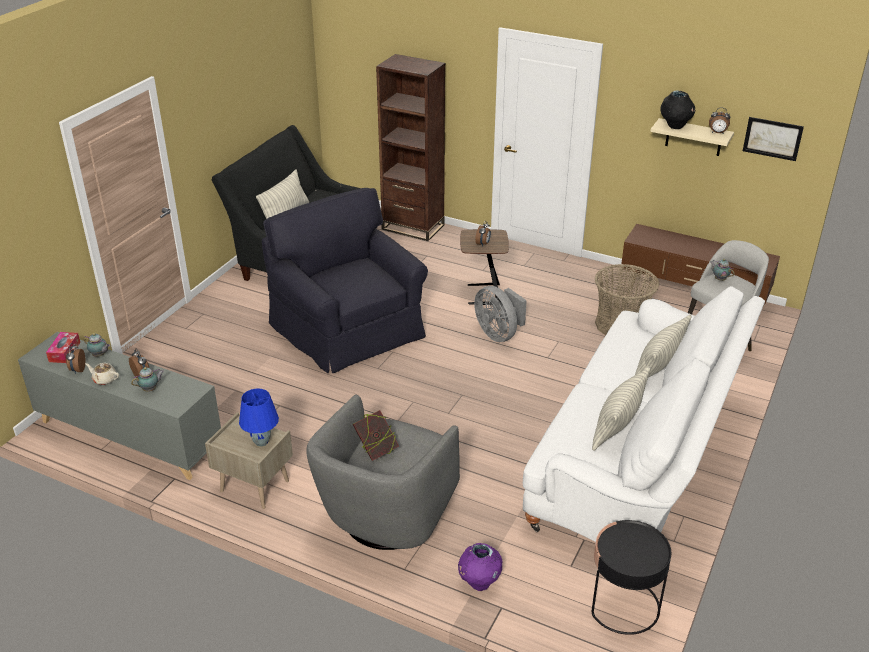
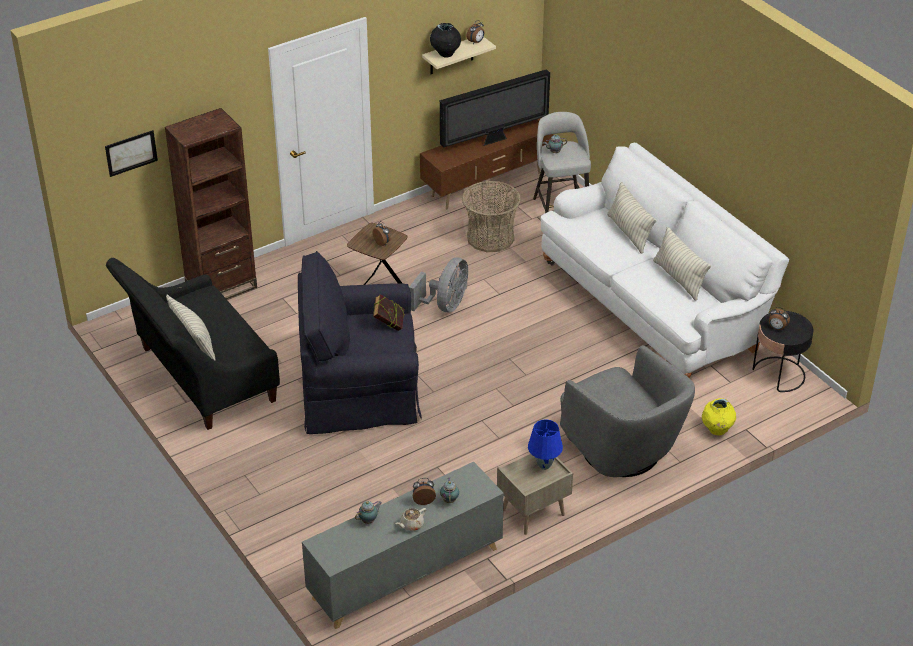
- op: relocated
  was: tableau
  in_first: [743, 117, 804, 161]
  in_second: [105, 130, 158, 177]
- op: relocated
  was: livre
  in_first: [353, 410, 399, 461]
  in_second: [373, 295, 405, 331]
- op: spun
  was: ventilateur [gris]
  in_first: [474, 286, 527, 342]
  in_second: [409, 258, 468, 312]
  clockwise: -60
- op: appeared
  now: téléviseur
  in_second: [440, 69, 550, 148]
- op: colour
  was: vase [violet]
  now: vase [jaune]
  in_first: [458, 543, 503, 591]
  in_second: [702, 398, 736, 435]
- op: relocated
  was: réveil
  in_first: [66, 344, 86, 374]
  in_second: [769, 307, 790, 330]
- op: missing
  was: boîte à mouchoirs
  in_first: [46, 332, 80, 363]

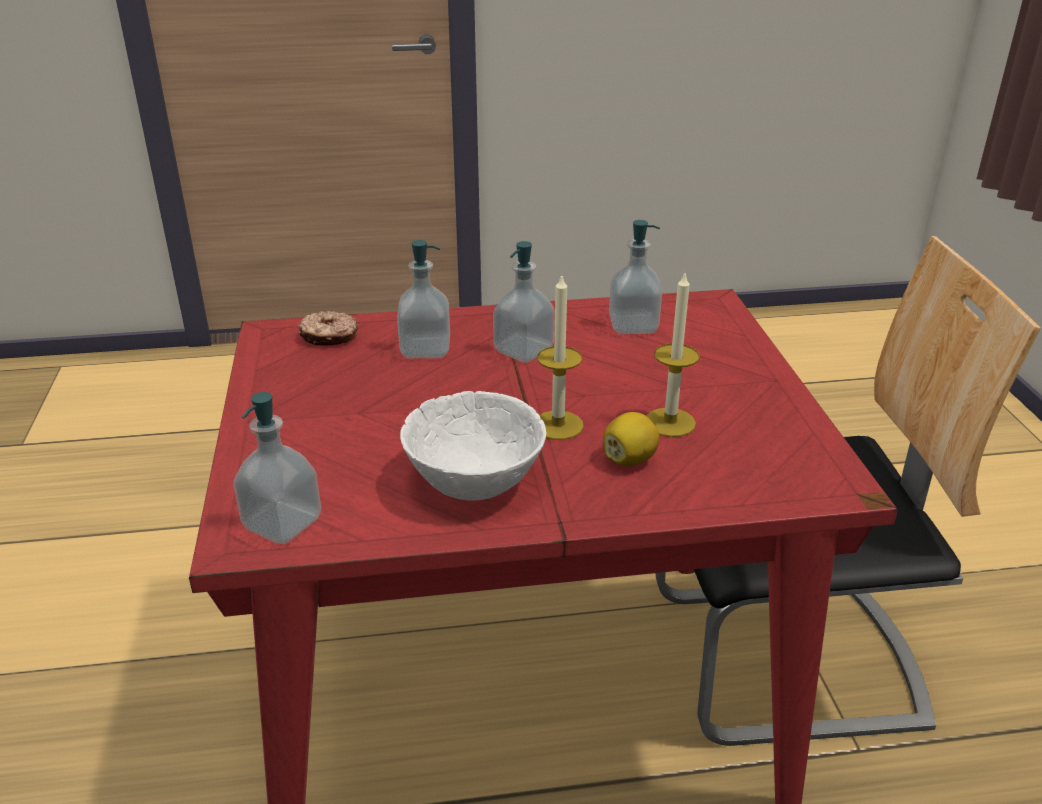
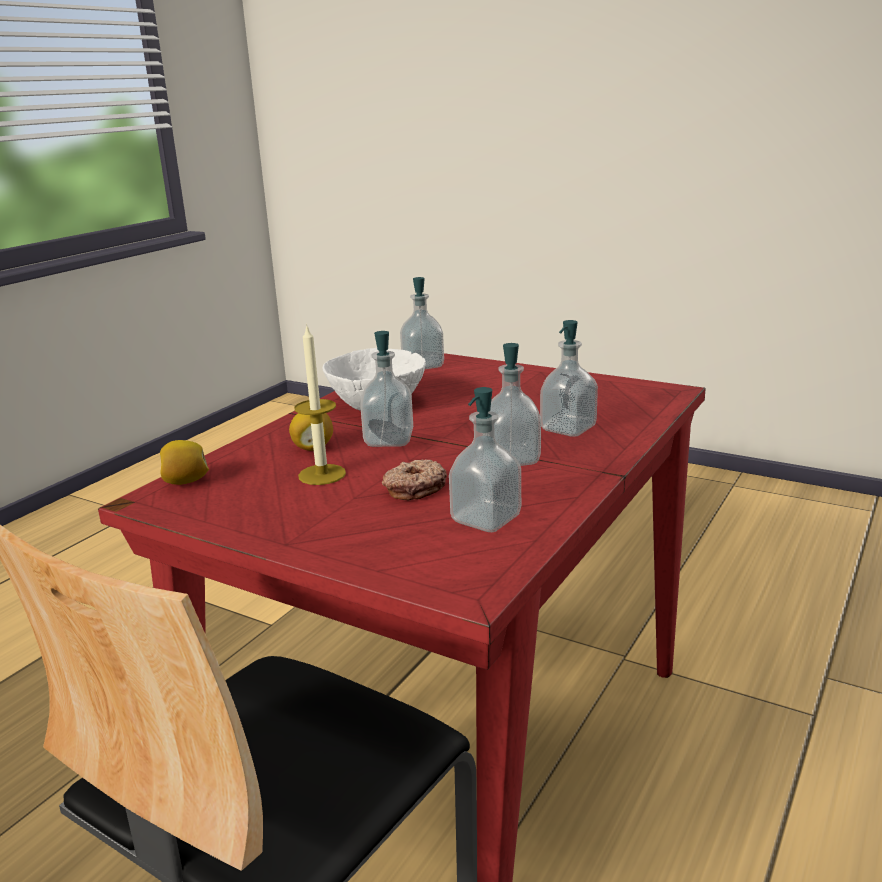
- op: appeared
  now: citron
  in_second: [160, 440, 209, 485]
- op: exchanged
  was: bougie
  now: distributeur de savon
  in_first: [537, 274, 584, 440]
  in_second: [360, 331, 413, 447]
- op: relocated
  was: beignet
  in_first: [297, 311, 358, 346]
  in_second: [382, 459, 447, 501]

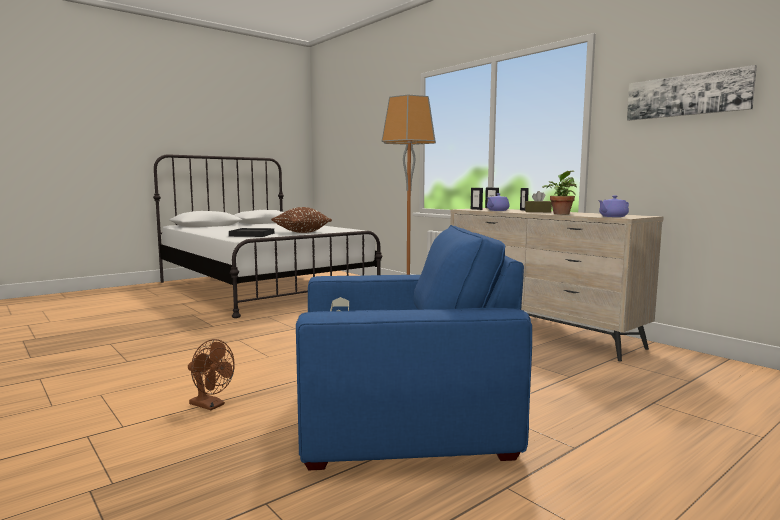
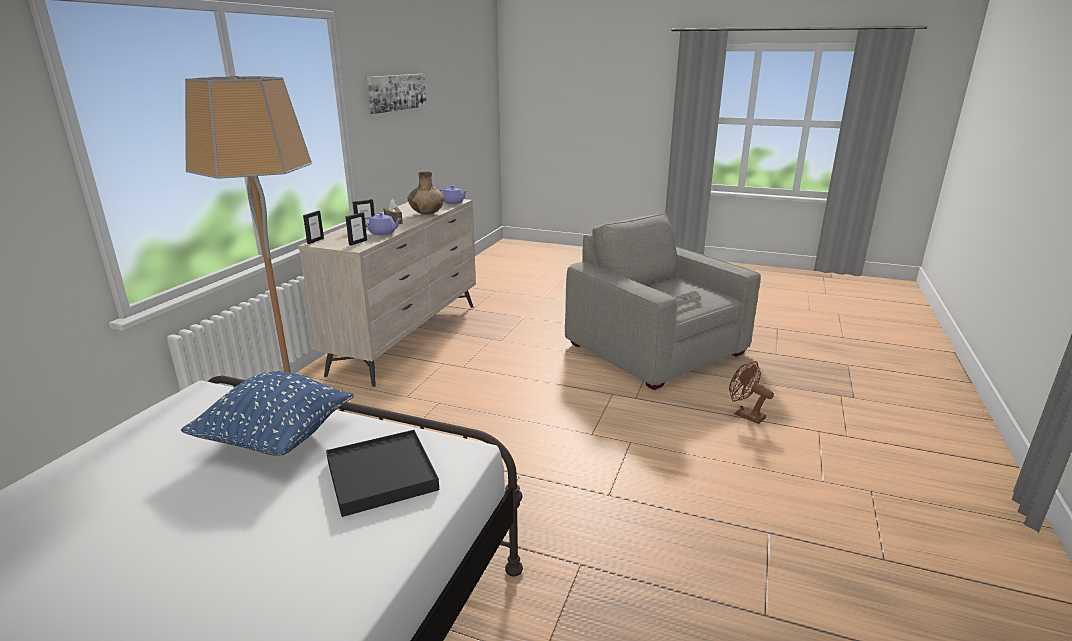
- op: colour
  was: coussin [marron]
  now: coussin [bleu]
  in_first: [271, 207, 332, 233]
  in_second: [181, 372, 354, 456]
- op: exchanged
  was: plante en pot
  now: vase [marron]
  in_first: [542, 171, 577, 215]
  in_second: [408, 172, 444, 215]
- op: colour
  was: fauteuil [bleu]
  now: fauteuil [gris]
  in_first: [296, 225, 532, 470]
  in_second: [565, 213, 761, 390]
- op: spun
  was: ventilateur [marron]
  in_first: [188, 339, 235, 410]
  in_second: [729, 361, 774, 424]
  clockwise: -45

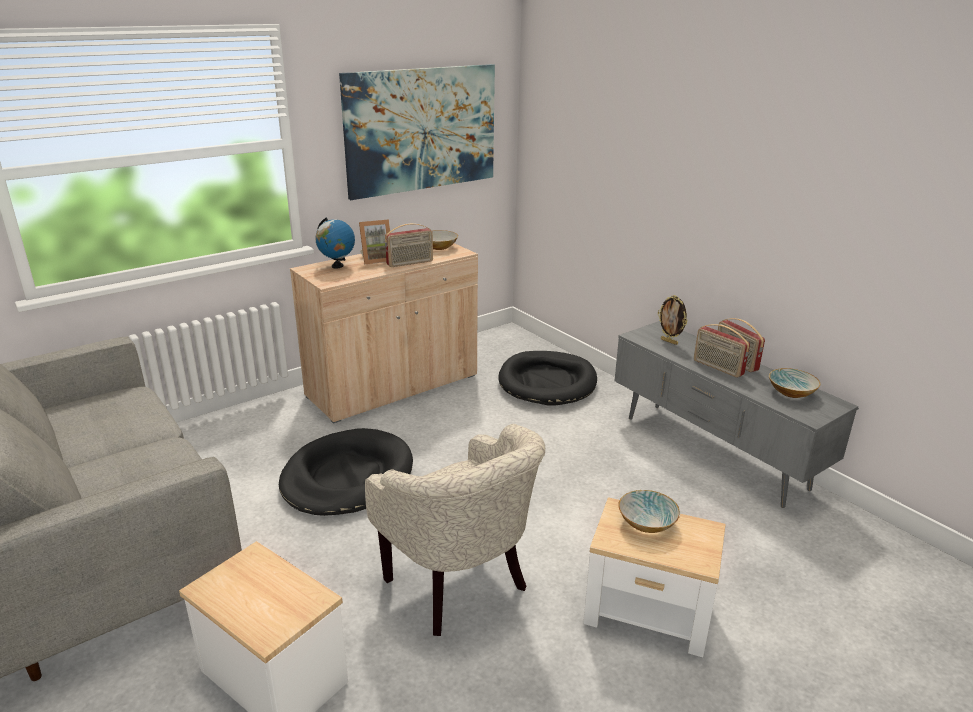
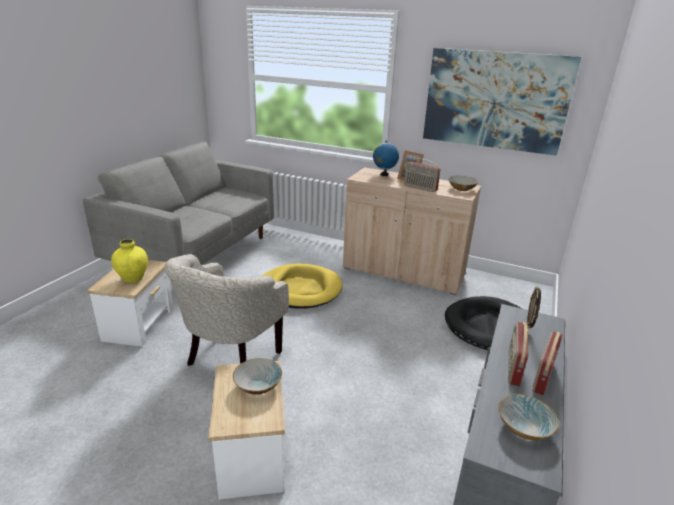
- op: appeared
  now: vase [jaune]
  in_second: [111, 239, 148, 283]
- op: colour
  was: panier pour chien [noir]
  now: panier pour chien [jaune]
  in_first: [279, 428, 413, 516]
  in_second: [261, 263, 342, 309]

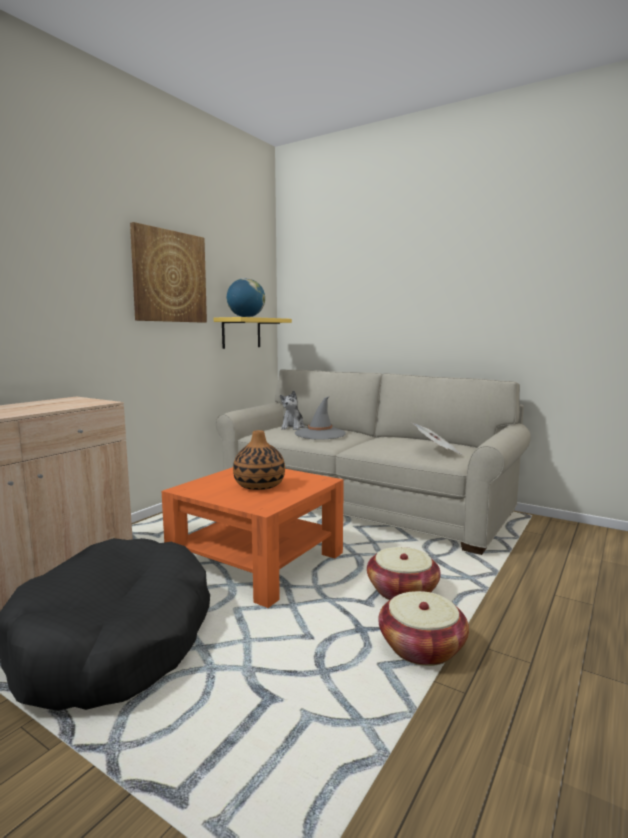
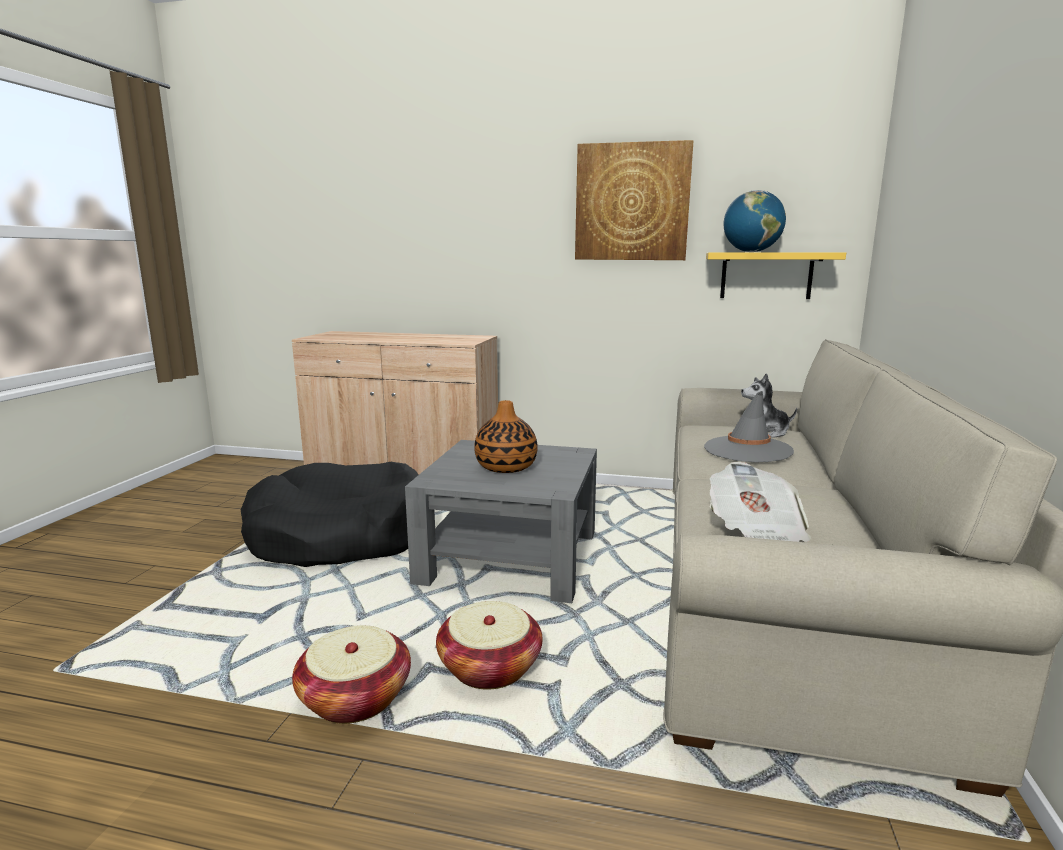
- op: colour
  was: table basse [orange]
  now: table basse [gris]
  in_first: [162, 467, 344, 608]
  in_second: [405, 440, 597, 603]

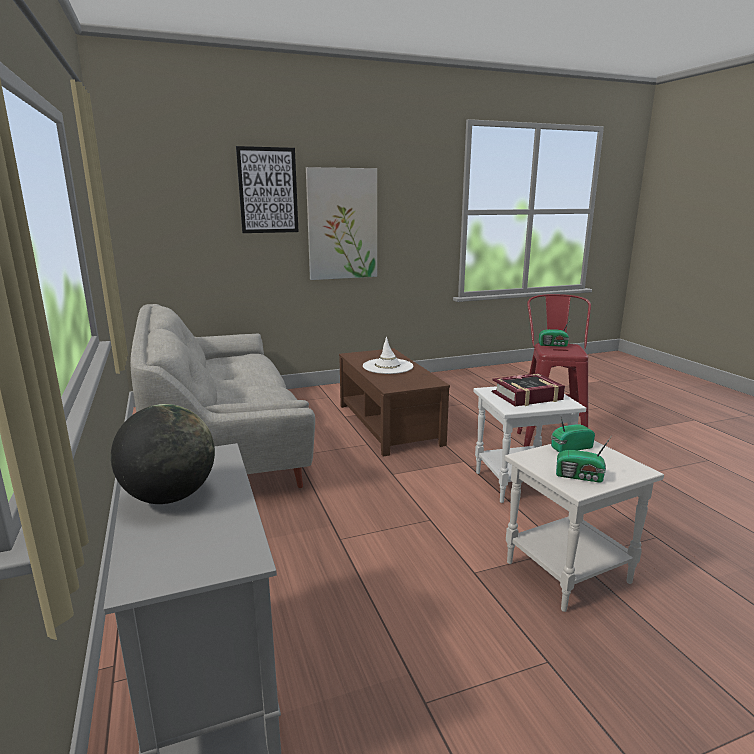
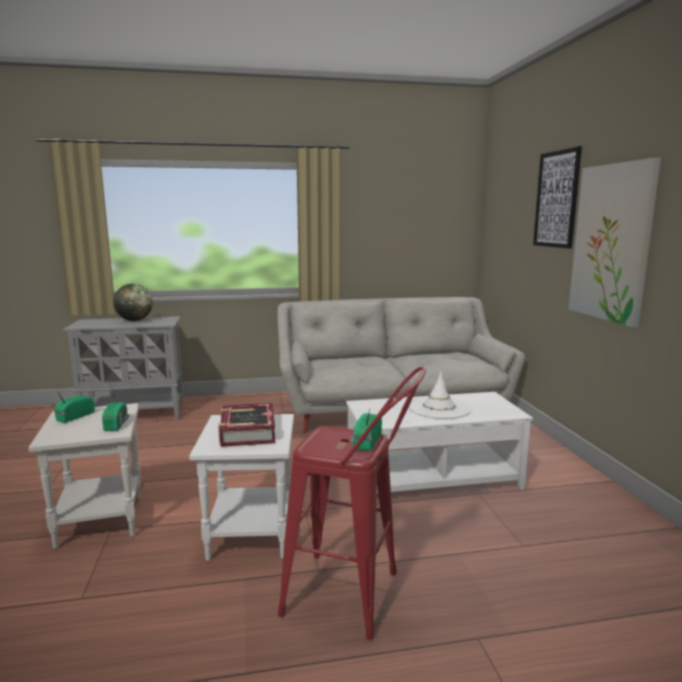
- op: colour
  was: table basse [marron]
  now: table basse [blanc]
  in_first: [339, 348, 450, 456]
  in_second: [346, 392, 533, 493]

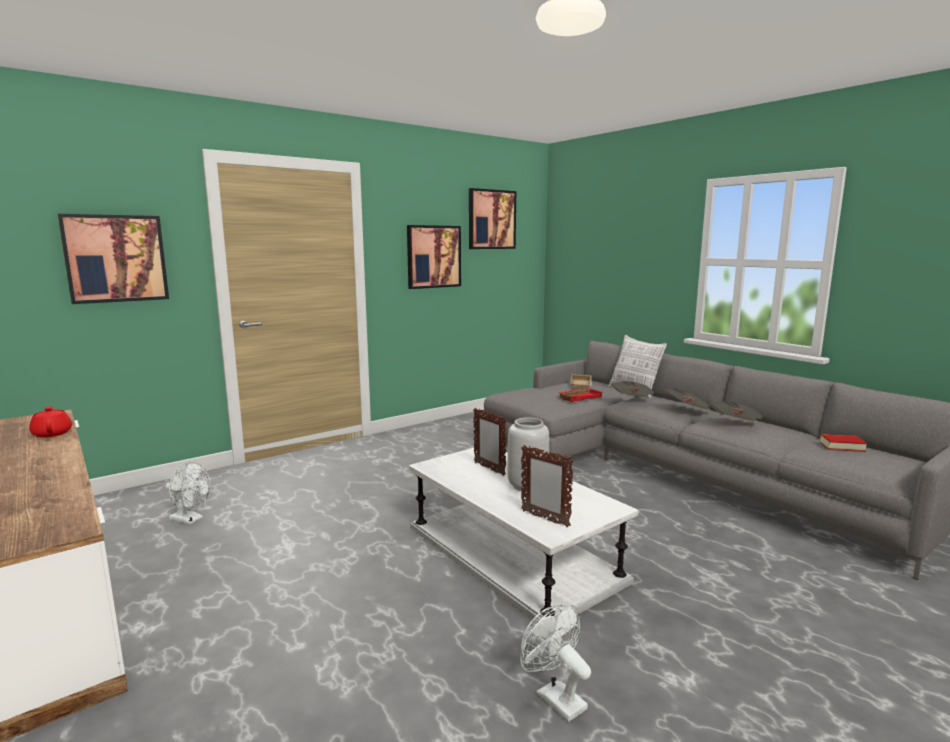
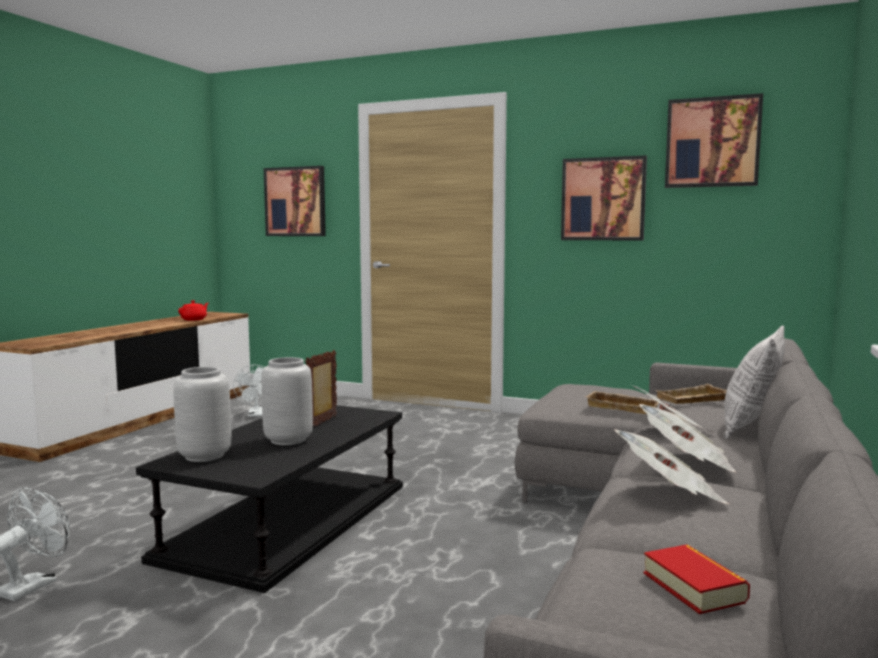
- op: colour
  was: table basse [blanc]
  now: table basse [noir]
  in_first: [409, 448, 639, 622]
  in_second: [136, 405, 403, 593]
- op: exchanged
  was: cadre photo
  now: vase [gris]
  in_first: [521, 445, 574, 527]
  in_second: [173, 367, 231, 462]
- op: colour
  was: plateau [rouge]
  now: plateau [beige]
  in_first: [558, 388, 603, 402]
  in_second: [585, 391, 659, 414]

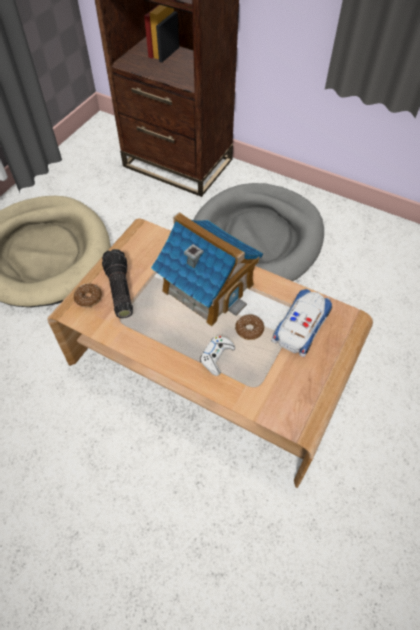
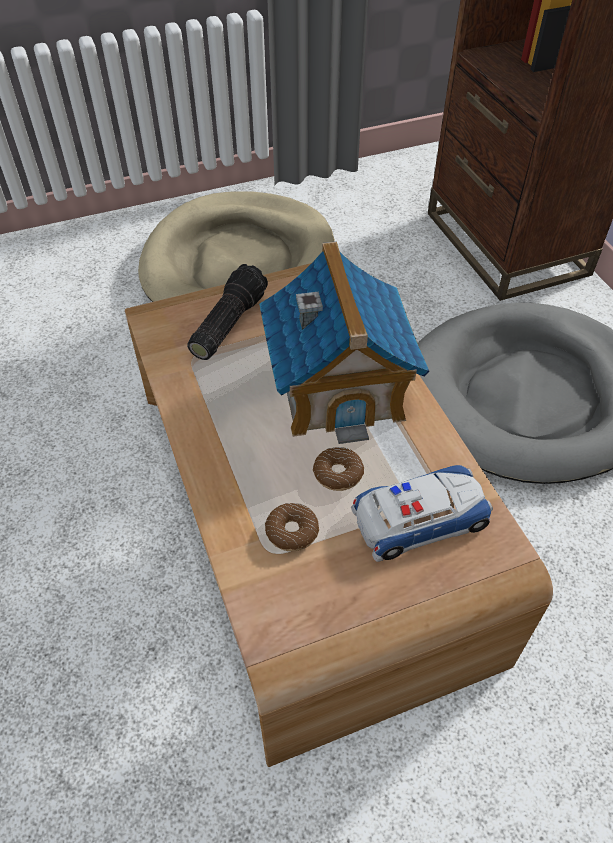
- op: relocated
  was: beignet
  in_first: [74, 284, 102, 307]
  in_second: [265, 503, 319, 551]
- op: missing
  was: manette [blanc]
  in_first: [200, 336, 235, 376]

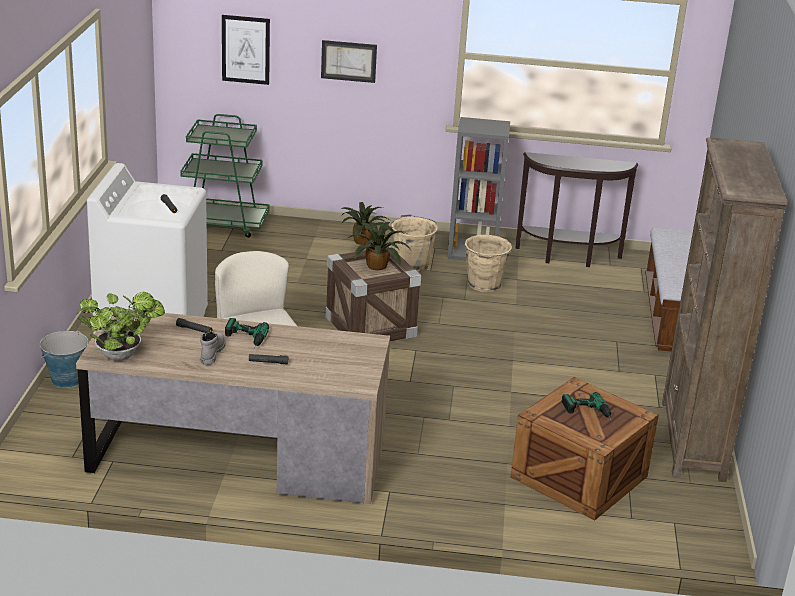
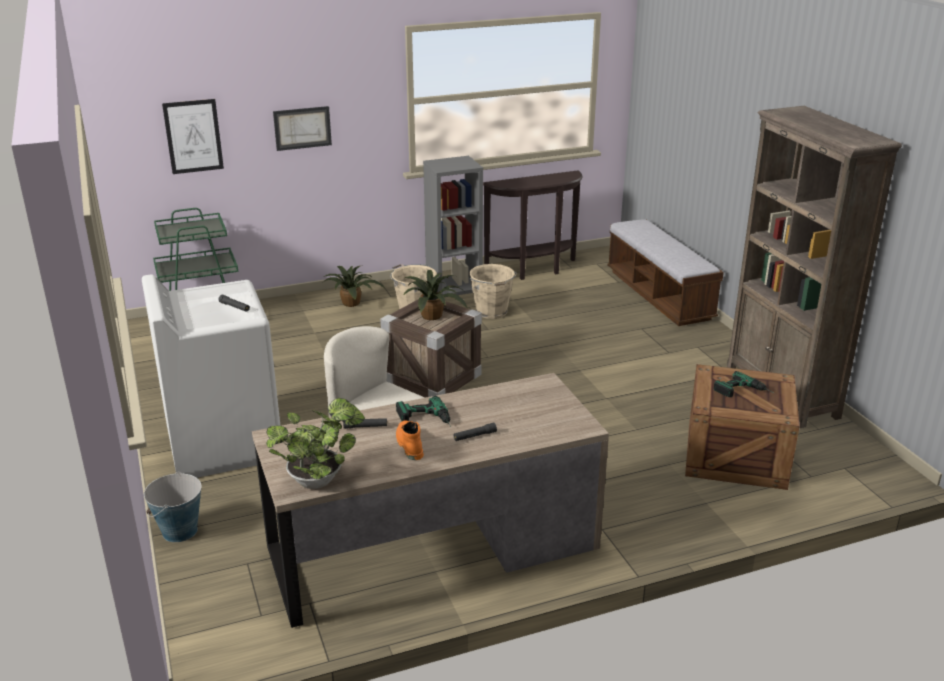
- op: colour
  was: botte [gris]
  now: botte [orange]
  in_first: [200, 331, 226, 365]
  in_second: [396, 420, 424, 460]

